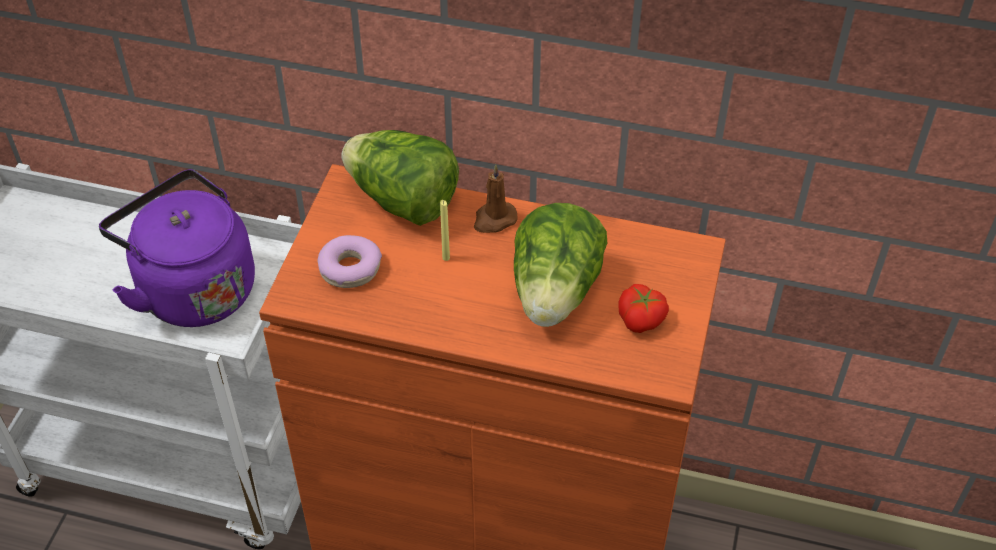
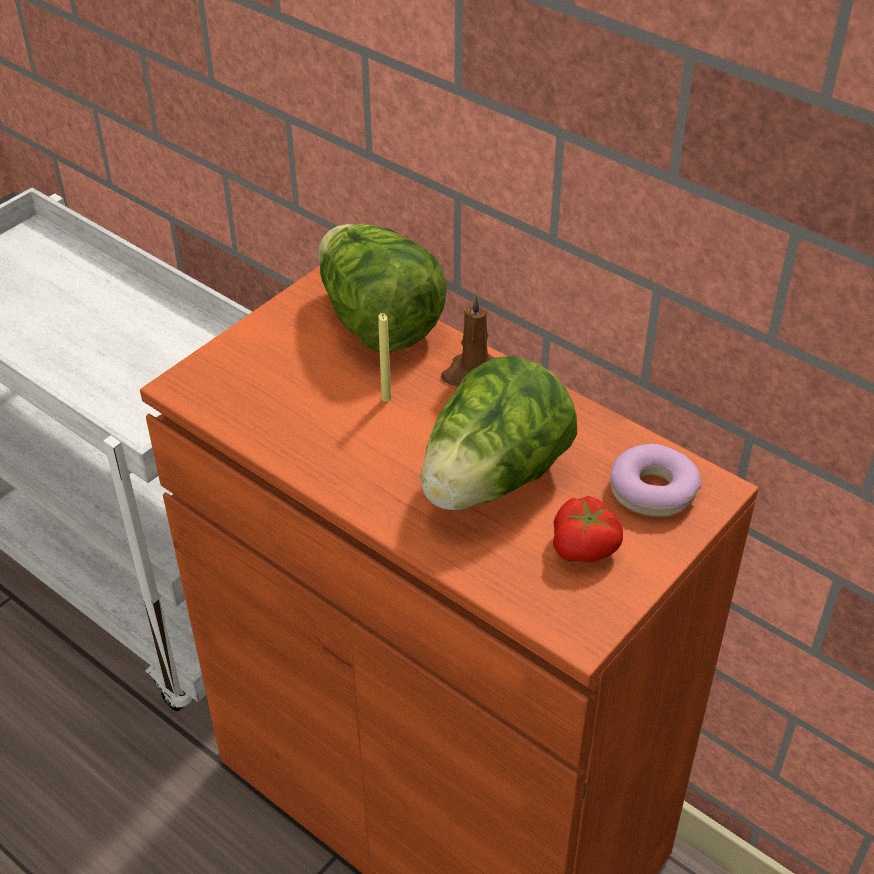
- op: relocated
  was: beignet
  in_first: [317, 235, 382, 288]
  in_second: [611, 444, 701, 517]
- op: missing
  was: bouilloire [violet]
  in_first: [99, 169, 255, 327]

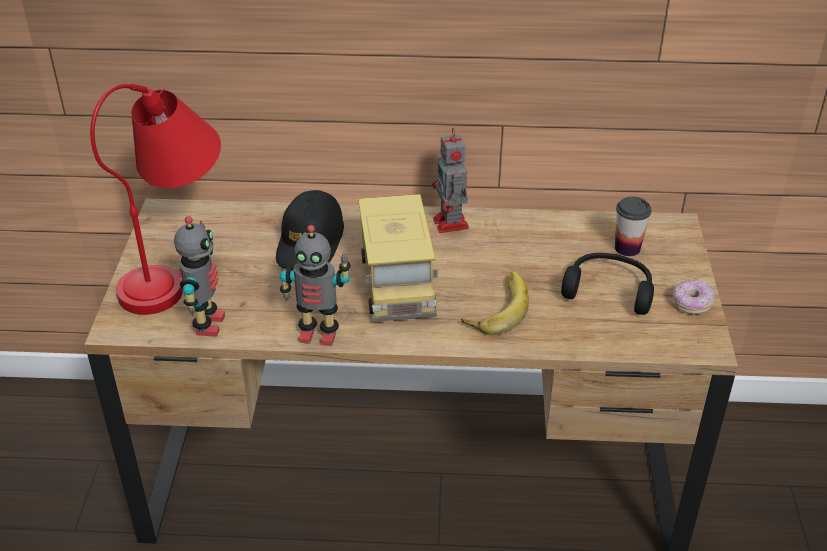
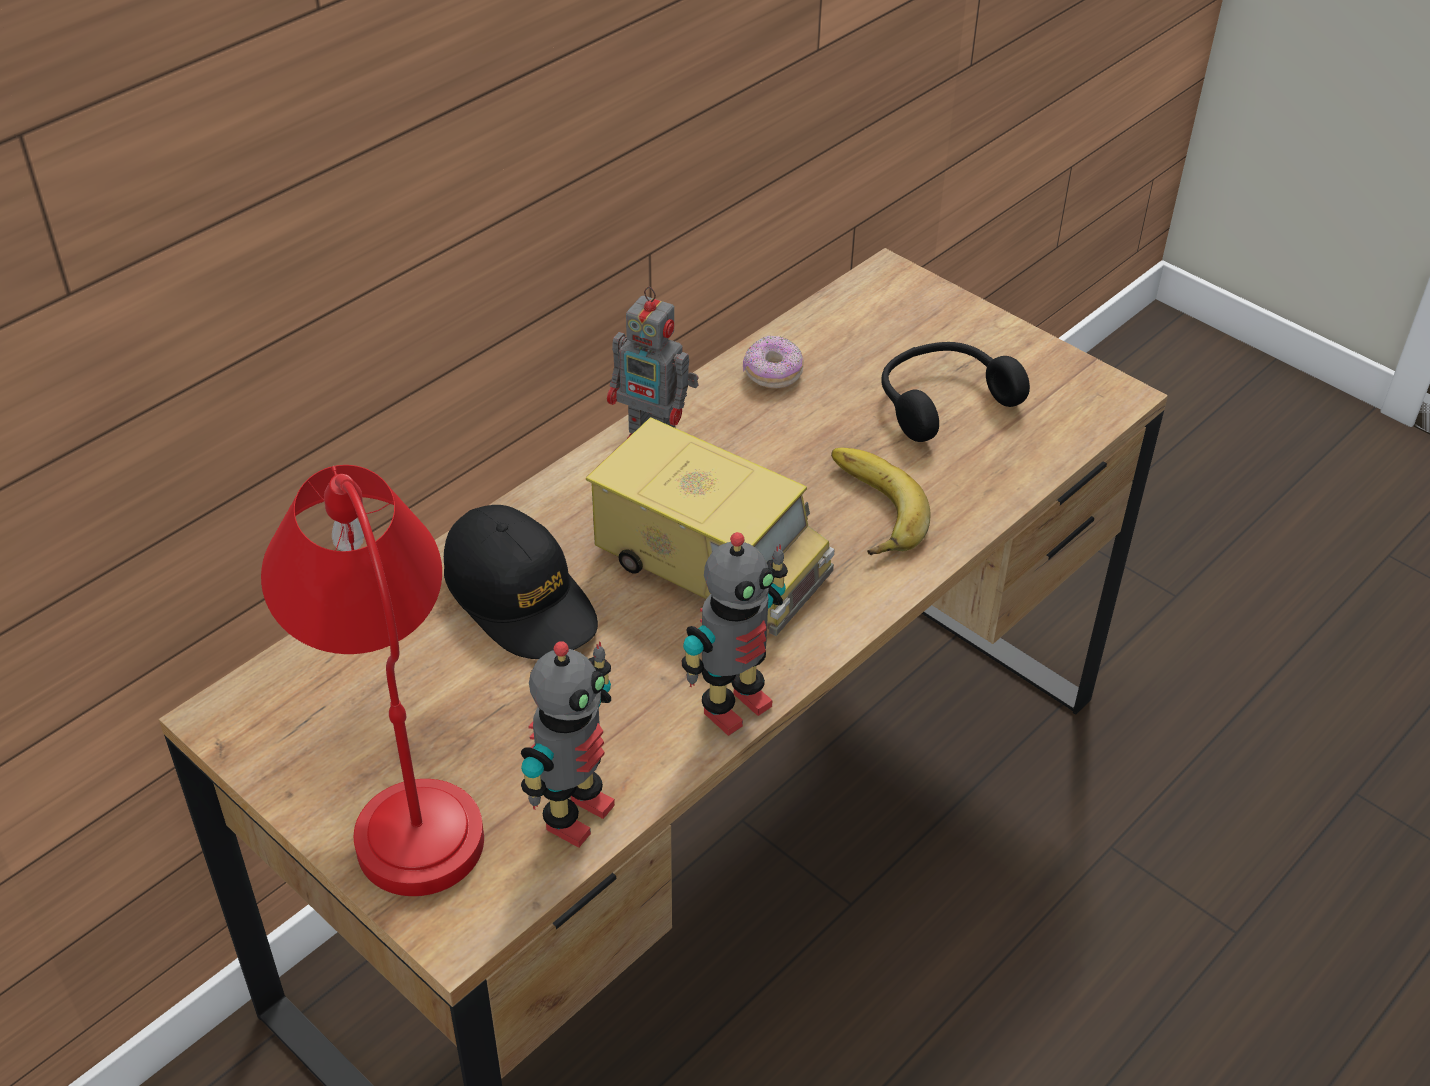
- op: spun
  was: robot jouet
  in_first: [174, 216, 225, 337]
  in_second: [521, 641, 615, 848]
  clockwise: 75
- op: relocated
  was: beignet
  in_first: [673, 280, 715, 315]
  in_second: [743, 335, 804, 389]
- op: missing
  was: tasse
  in_first: [615, 196, 652, 256]

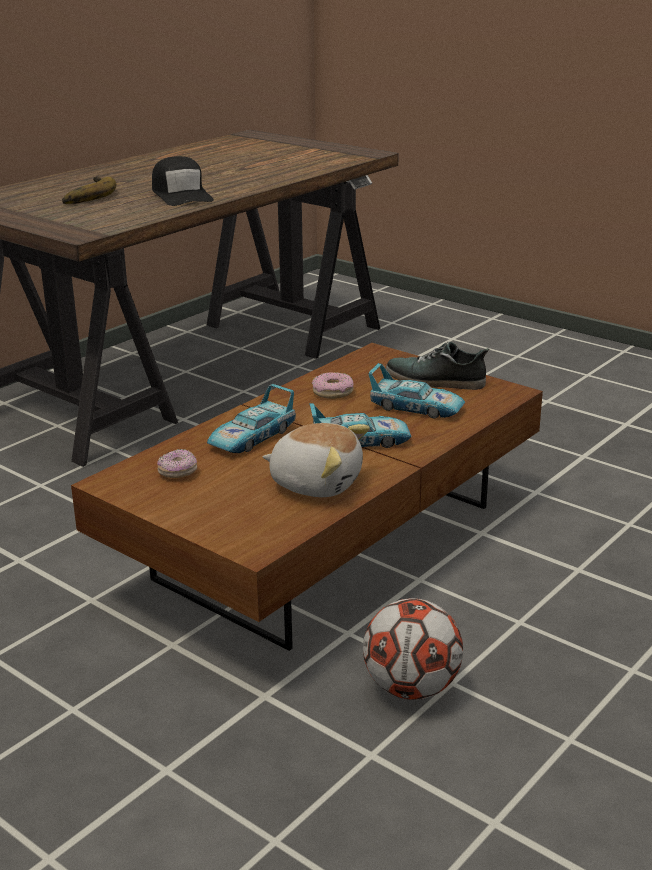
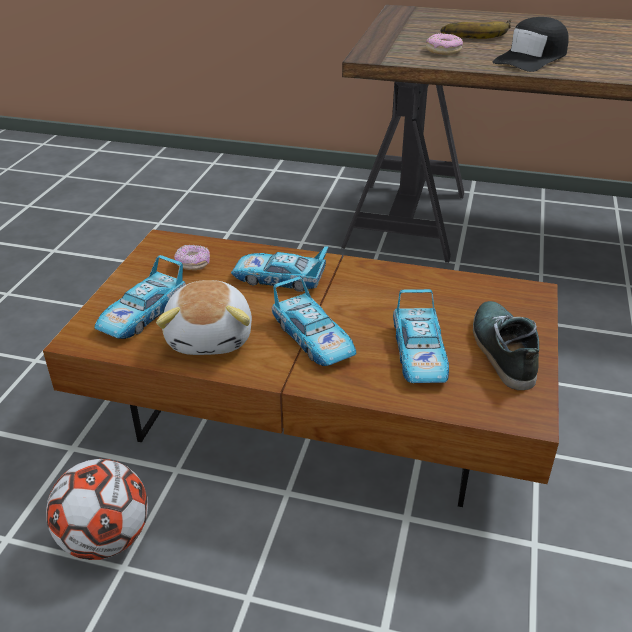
- op: appeared
  now: petite voiture
  in_second: [94, 255, 186, 339]
- op: relocated
  was: beignet
  in_first: [312, 372, 354, 399]
  in_second: [426, 33, 463, 55]

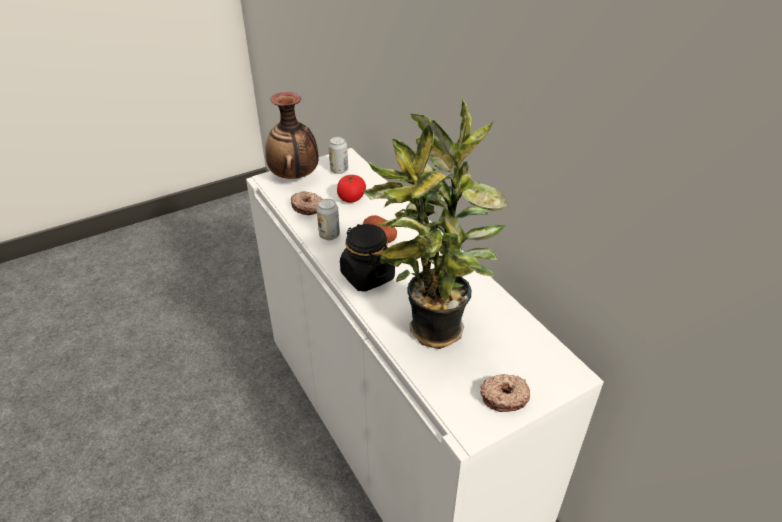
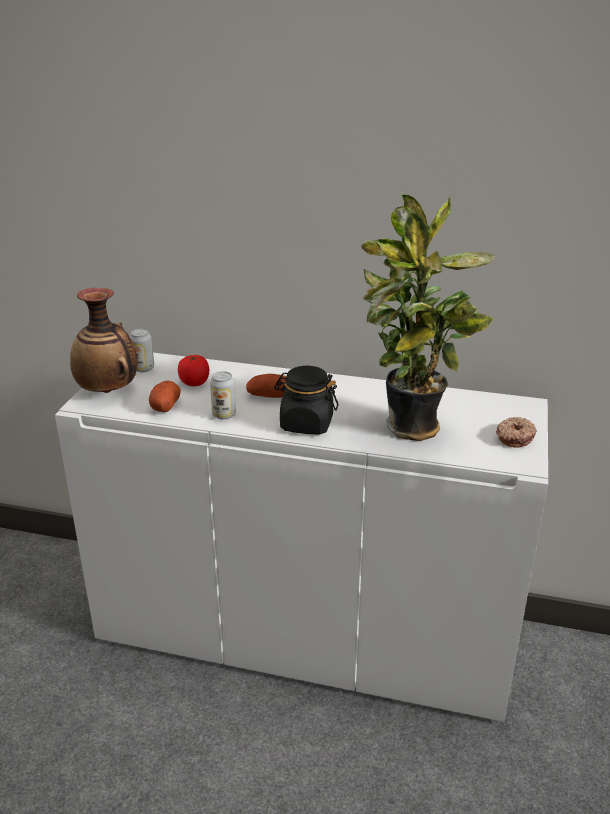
- op: exchanged
  was: beignet
  now: pomme de terre
  in_first: [291, 191, 323, 215]
  in_second: [149, 381, 181, 412]

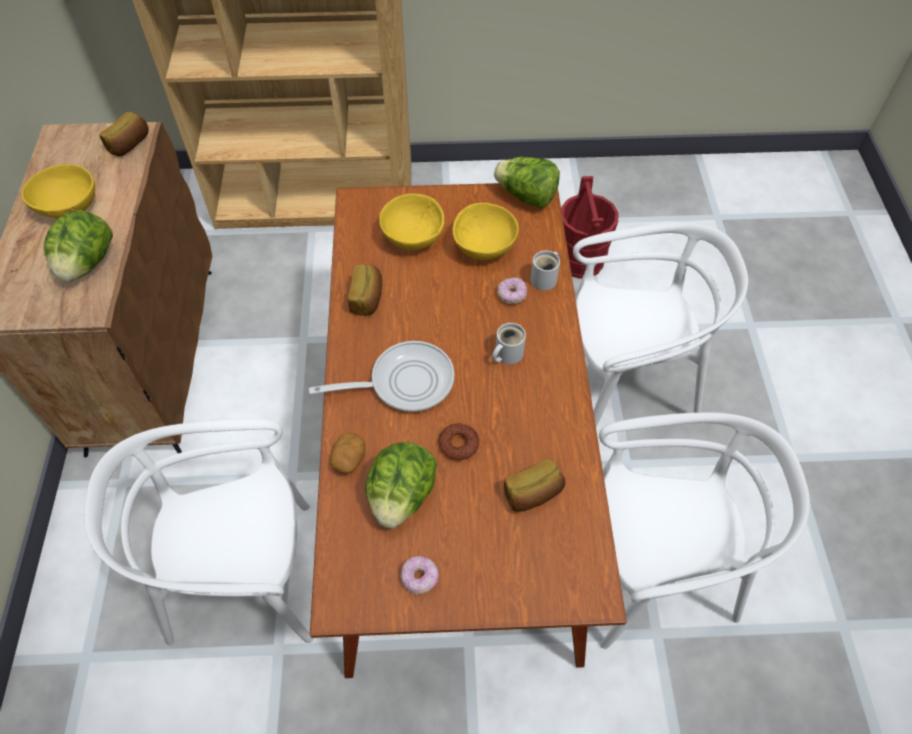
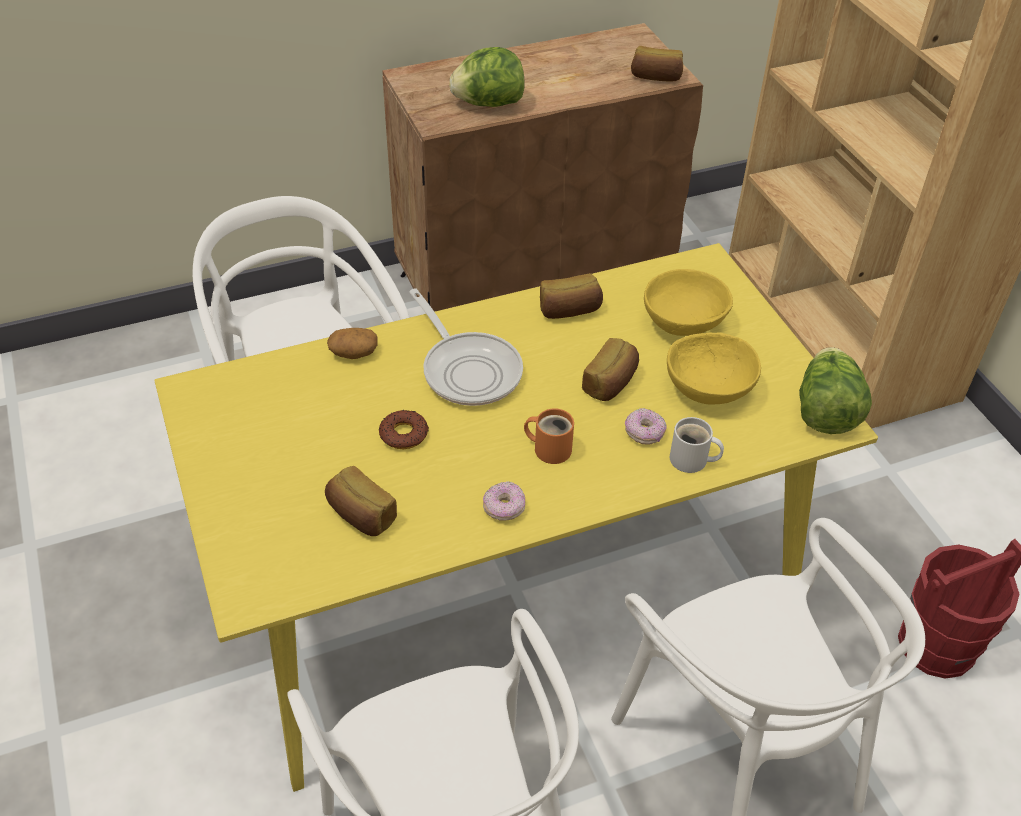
- op: colour
  was: table à manger [marron]
  now: table à manger [jaune]
  in_first: [310, 183, 627, 678]
  in_second: [154, 243, 878, 792]
- op: relocated
  was: beignet
  in_first: [401, 556, 439, 594]
  in_second: [483, 481, 526, 520]
- op: colour
  was: mug [blanc]
  now: mug [orange]
  in_first: [492, 323, 526, 364]
  in_second: [524, 408, 574, 464]
- op: appeared
  now: pain
  in_second: [582, 338, 639, 401]
- op: missing
  was: bol [jaune]
  in_first: [21, 164, 95, 218]
- op: missing
  was: laitue
  in_first: [365, 442, 438, 529]

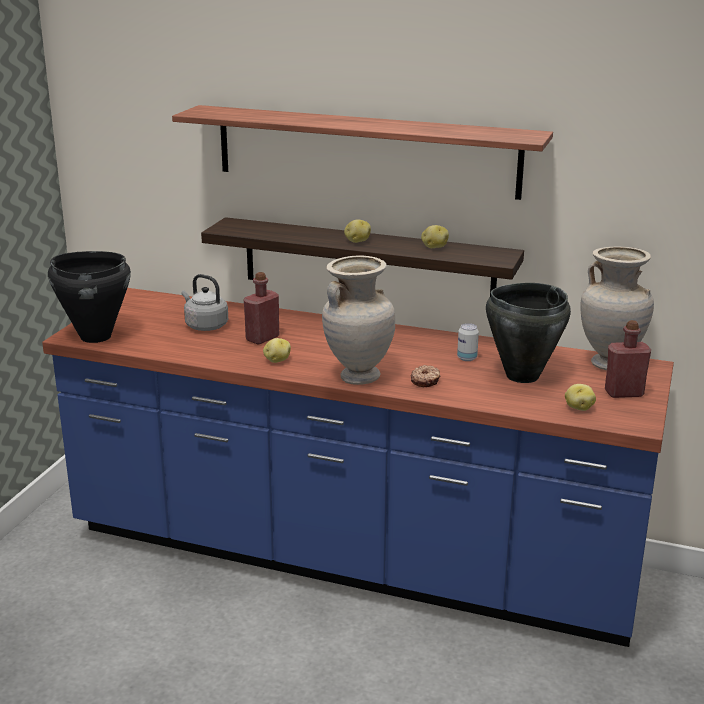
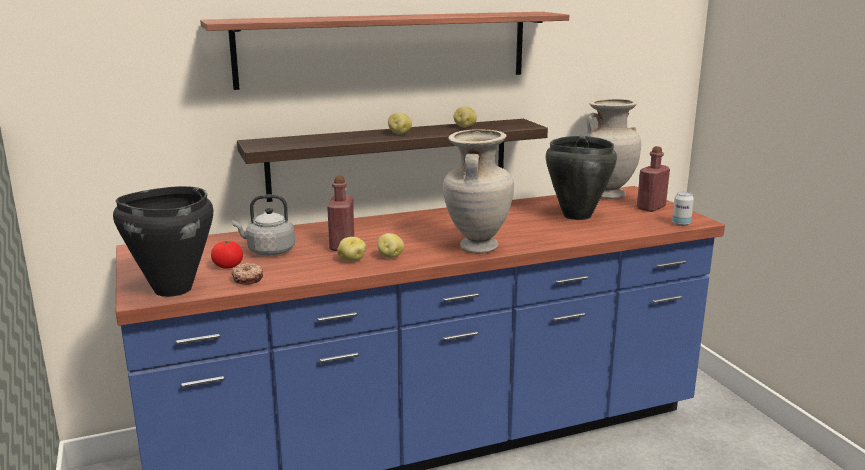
- op: appeared
  now: tomate
  in_second: [211, 241, 243, 269]
- op: relocated
  was: beignet
  in_first: [410, 365, 440, 387]
  in_second: [231, 263, 263, 285]
- op: relocated
  was: pomme de terre
  in_first: [565, 384, 596, 411]
  in_second: [337, 237, 366, 261]
- op: relocated
  was: boîte métallique
  in_first: [457, 323, 479, 361]
  in_second: [672, 192, 694, 226]

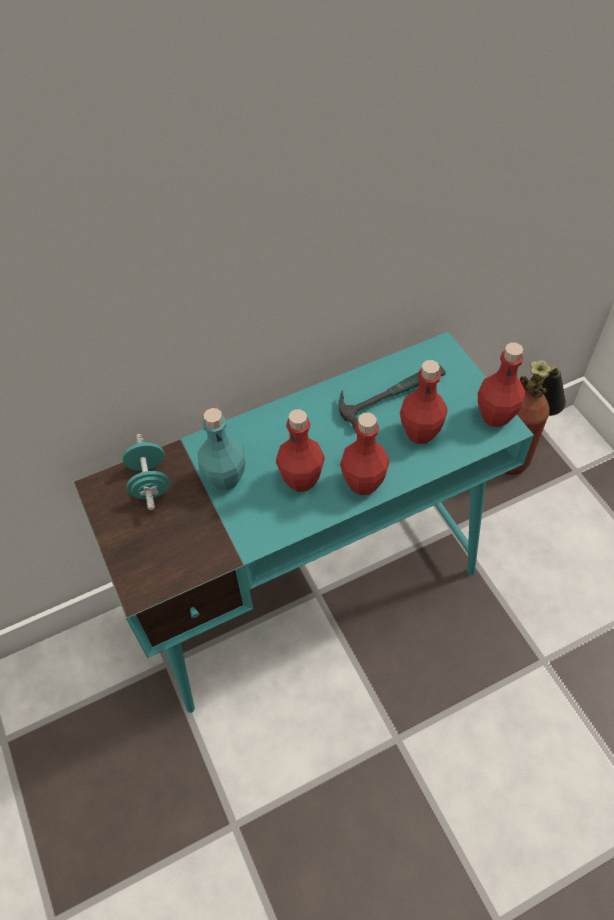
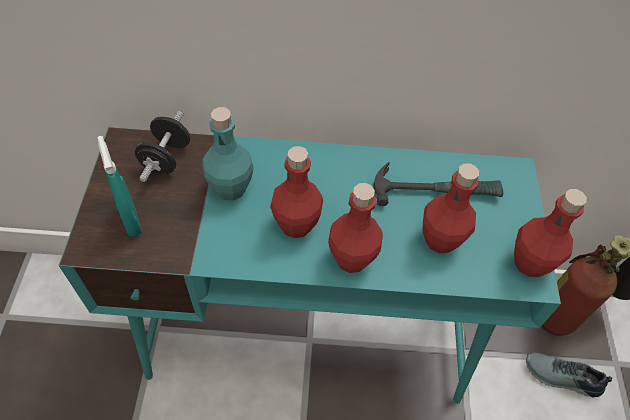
- op: appeared
  now: vaporisateur [turquoise]
  in_second: [98, 136, 142, 237]
- op: colour
  was: haltère [turquoise]
  now: haltère [noir]
  in_first: [122, 434, 170, 510]
  in_second: [135, 111, 190, 182]
- op: appeared
  now: chaussure
  in_second: [526, 352, 612, 397]

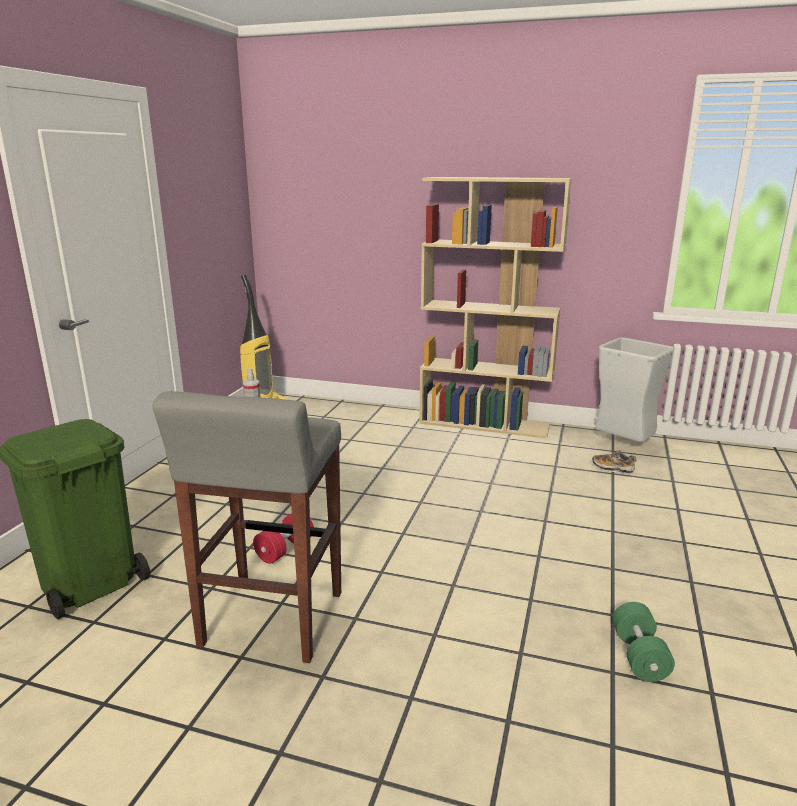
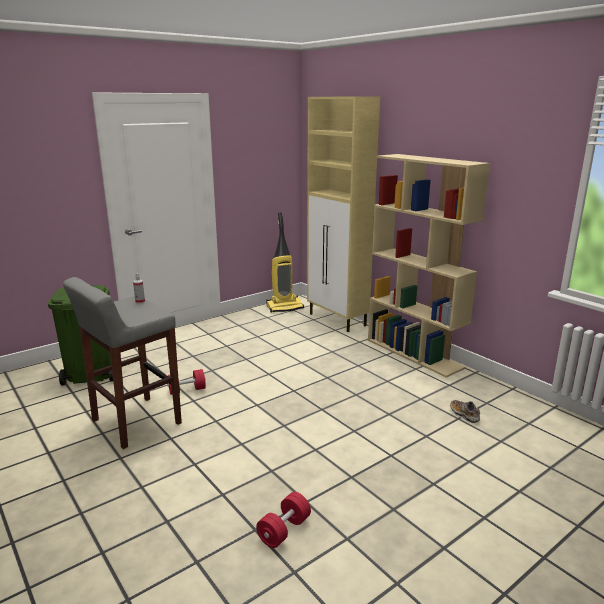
- op: colour
  was: haltère [vert]
  now: haltère [rouge]
  in_first: [612, 602, 675, 682]
  in_second: [256, 492, 311, 548]
- op: appeared
  now: meuble de rangement [beige]
  in_second: [307, 96, 380, 332]
- op: missing
  was: poubelle [gris]
  in_first: [595, 337, 674, 442]

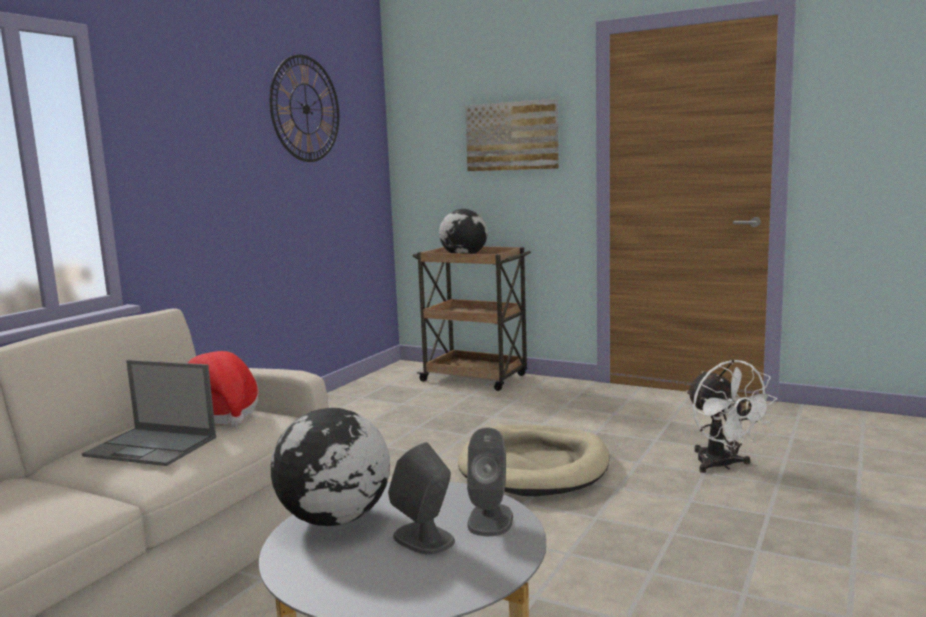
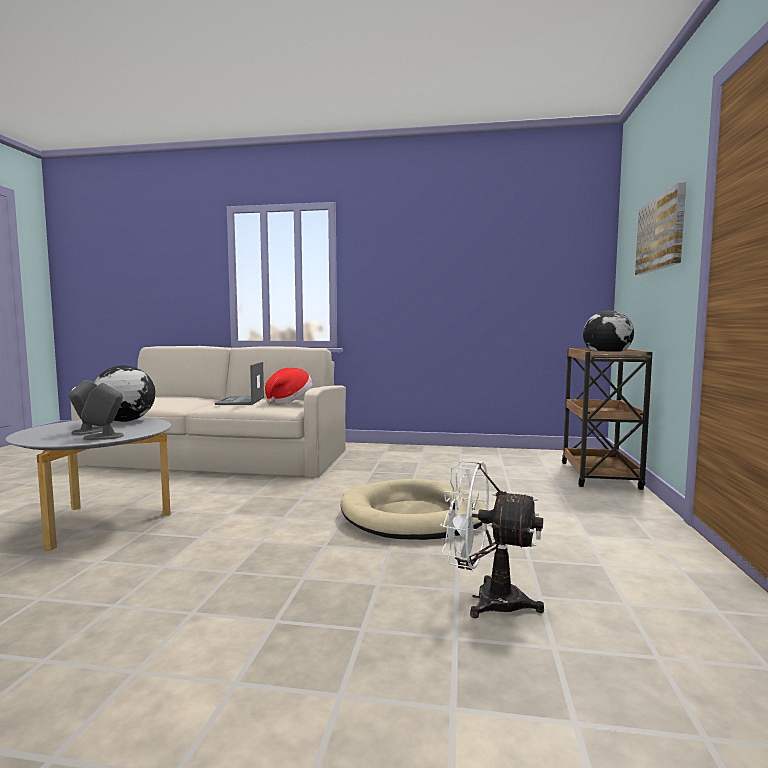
- op: spun
  was: ventilateur [blanc]
  in_first: [686, 359, 777, 473]
  in_second: [440, 461, 544, 618]
  clockwise: 60
- op: missing
  was: horloge murale
  in_first: [270, 55, 339, 162]

